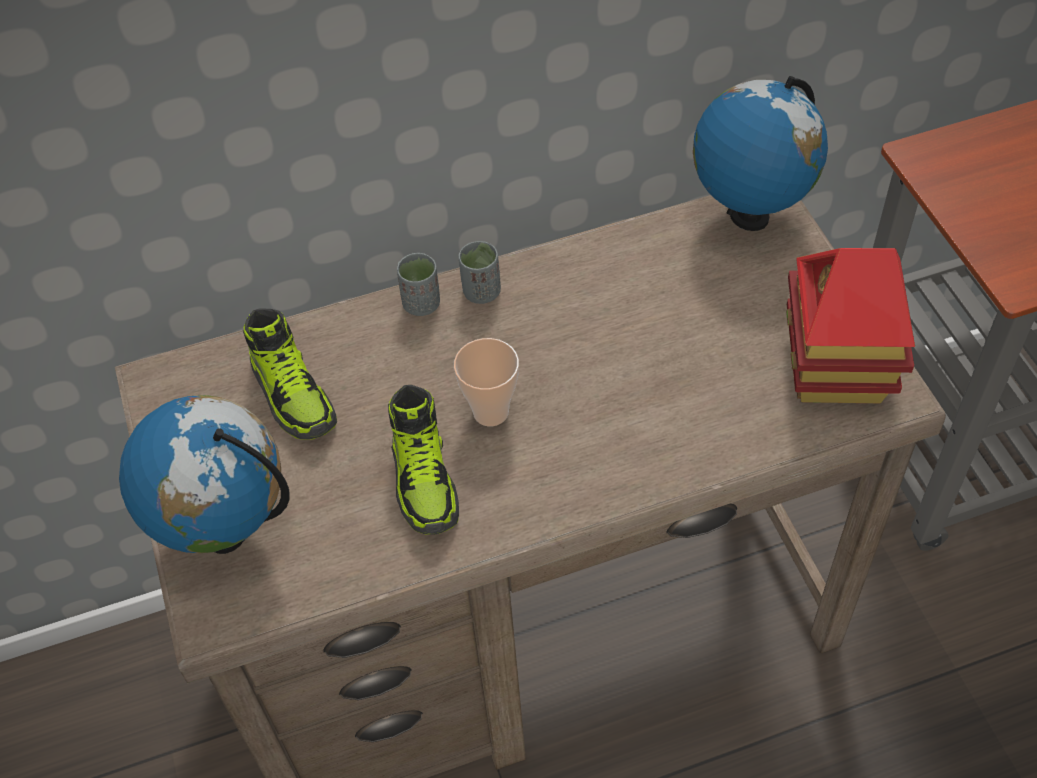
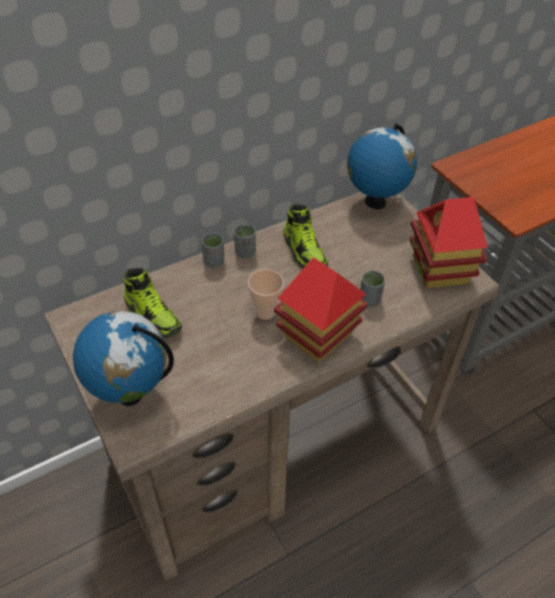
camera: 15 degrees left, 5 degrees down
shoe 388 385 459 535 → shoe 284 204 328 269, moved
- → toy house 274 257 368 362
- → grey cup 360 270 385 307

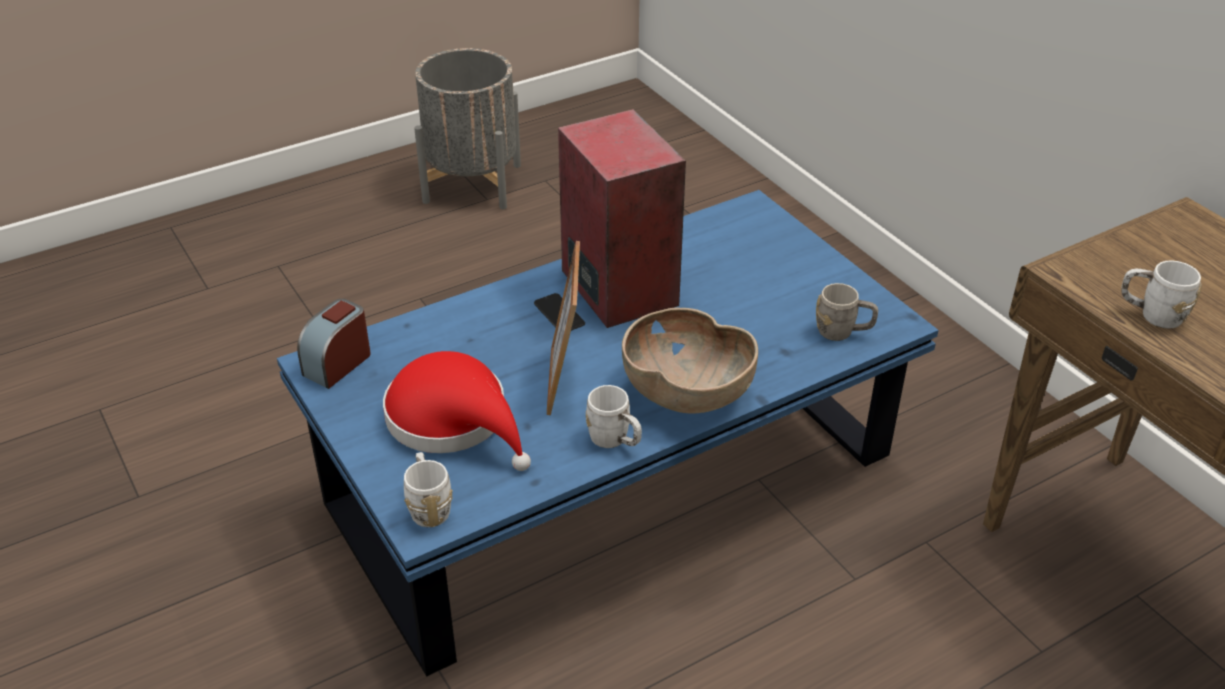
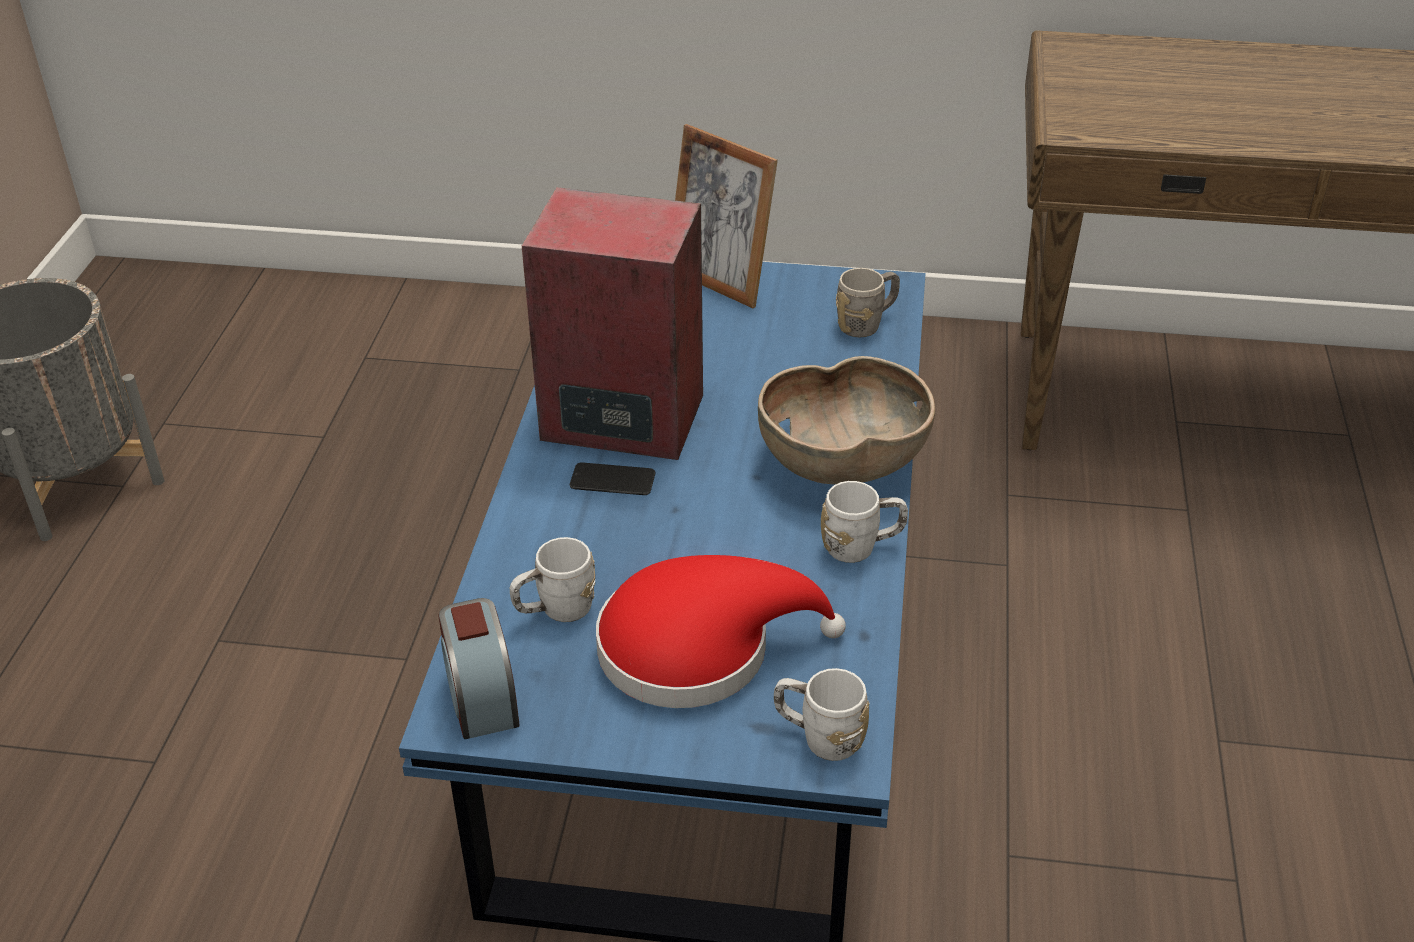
camera: 50 degrees left, 0 degrees up
picture frame 547 241 580 415 → picture frame 675 124 778 308, moved
white mug 1121 260 1202 329 → white mug 510 537 595 622, moved

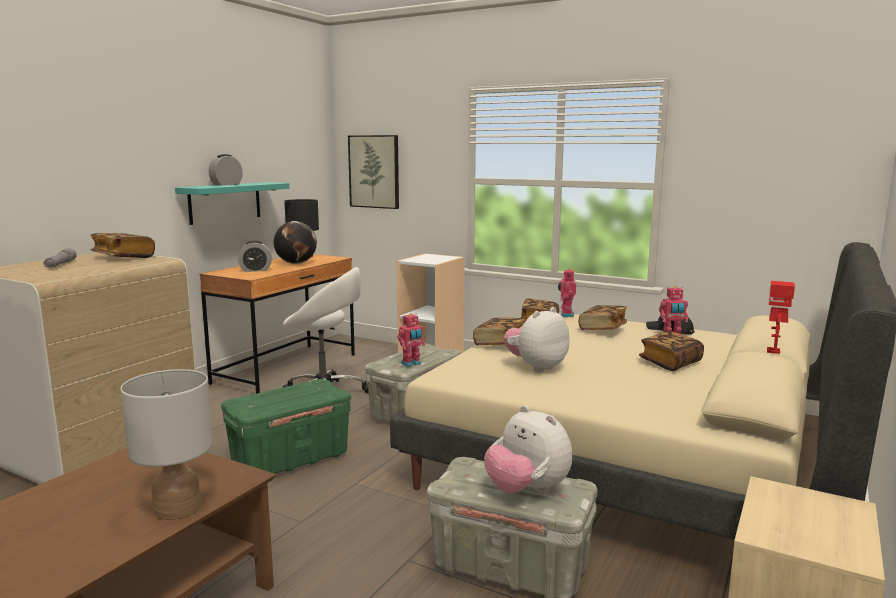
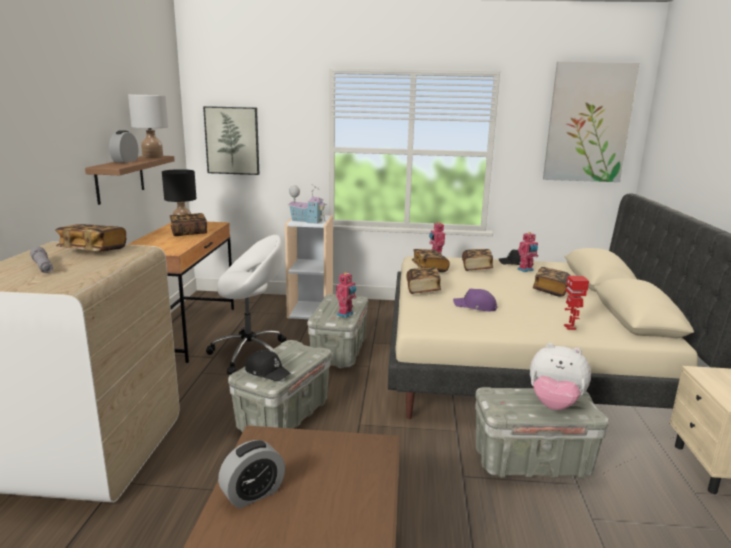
camera: 25 degrees left, 5 degrees up
grey table lamp 121 369 213 520 → grey table lamp 128 95 168 158, moved
turquoise shelf 175 182 289 225 → brown shelf 85 156 175 205
green storage box 221 379 351 474 → grey storage box 228 340 331 433
alarm clock 238 241 272 272 → alarm clock 218 440 285 508, moved
globe 274 221 317 264 → book 170 213 207 236
plush toy 503 307 569 373 → purple cap 453 289 498 311
toy robot 767 281 795 354 → toy robot 564 276 589 330, moved
- → black cap 245 350 291 381
- → toy house 288 184 327 224
- → picture 543 62 639 182

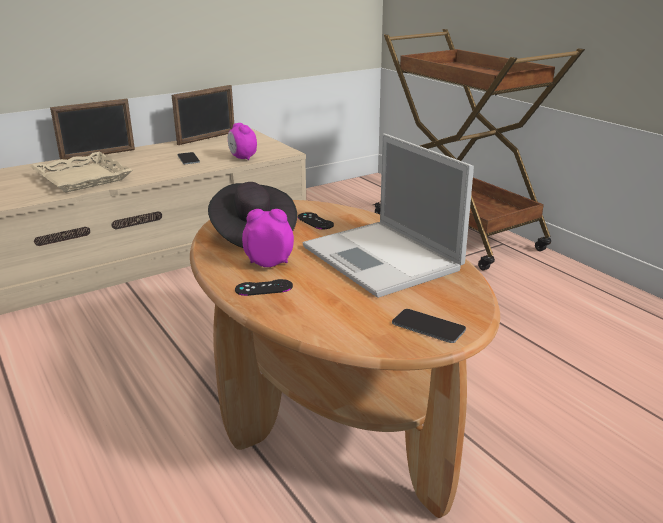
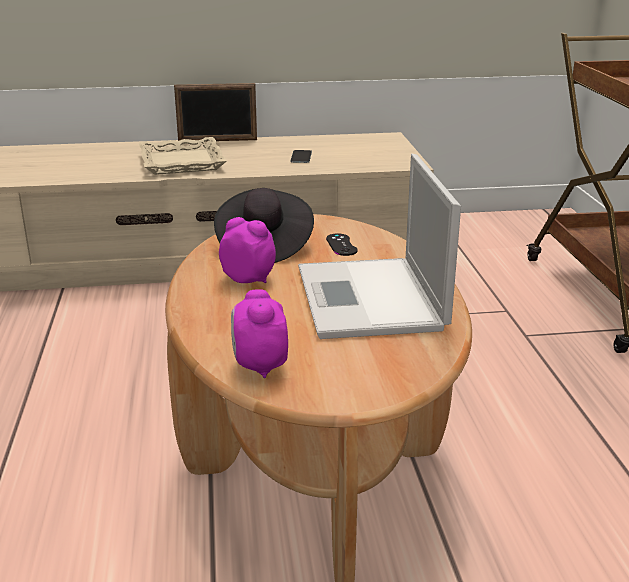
camera: 25 degrees right, 0 degrees up
picture frame 172 85 234 145 → -
alarm clock 228 123 257 160 → alarm clock 231 289 288 378, moved
black game controller 235 279 293 296 → -
phone 392 309 466 343 → -

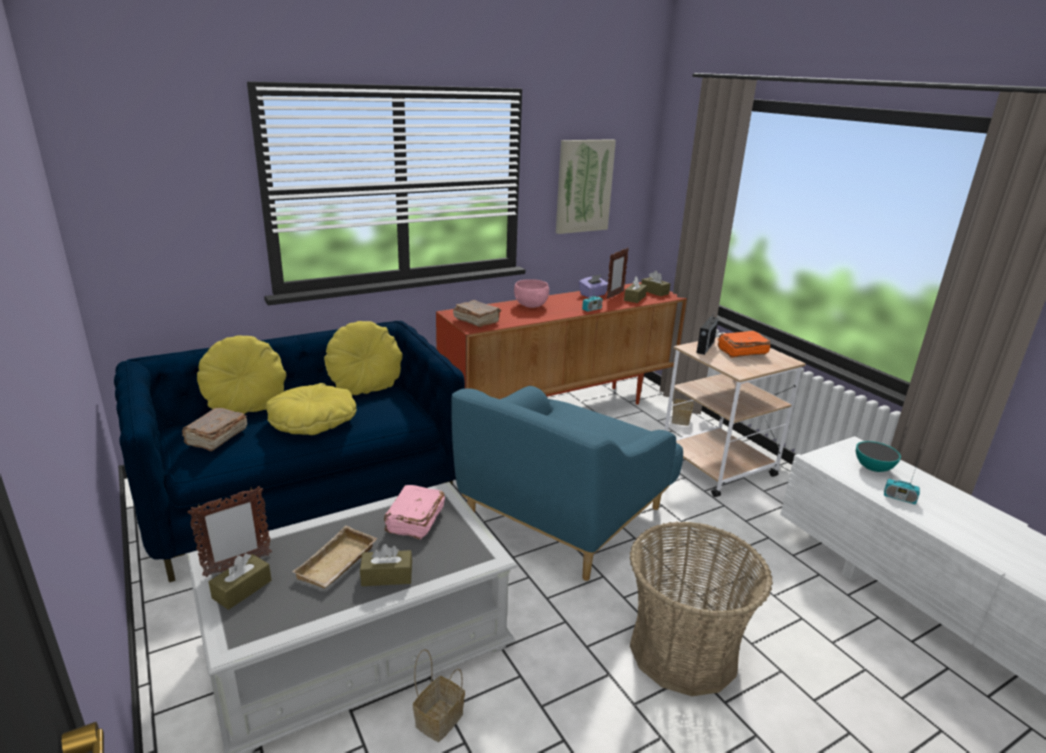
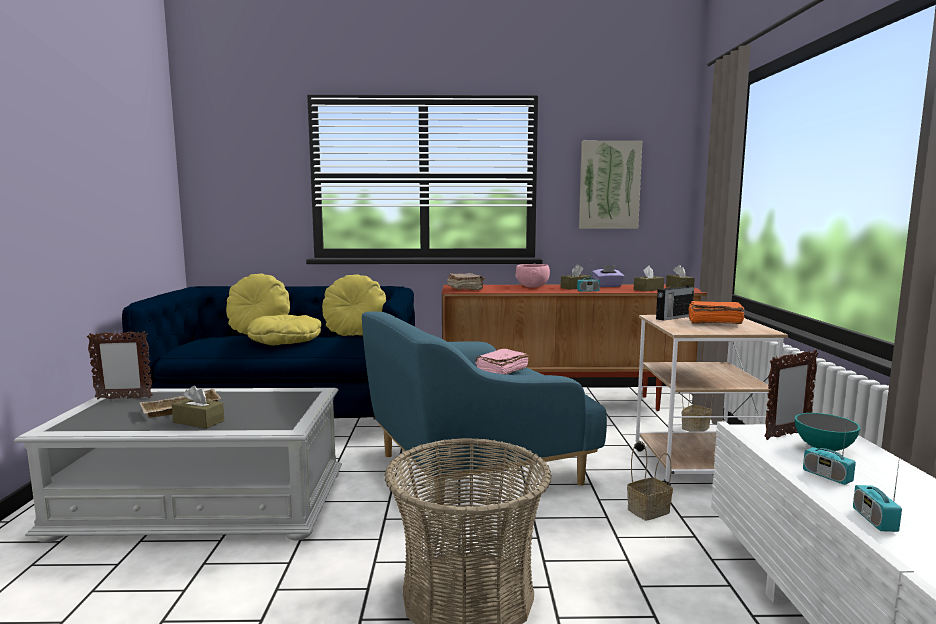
camera: 30 degrees right, 15 degrees down
brown book 182 408 247 451 → -
brown tissue box 209 553 272 610 → brown tissue box 561 264 592 290, moved
pink book 384 485 445 539 → pink book 475 349 528 375, moved
basket 413 649 465 742 → basket 627 441 673 521, moved
picture frame 606 247 629 299 → picture frame 764 350 818 440, moved
- → radio 853 455 902 532

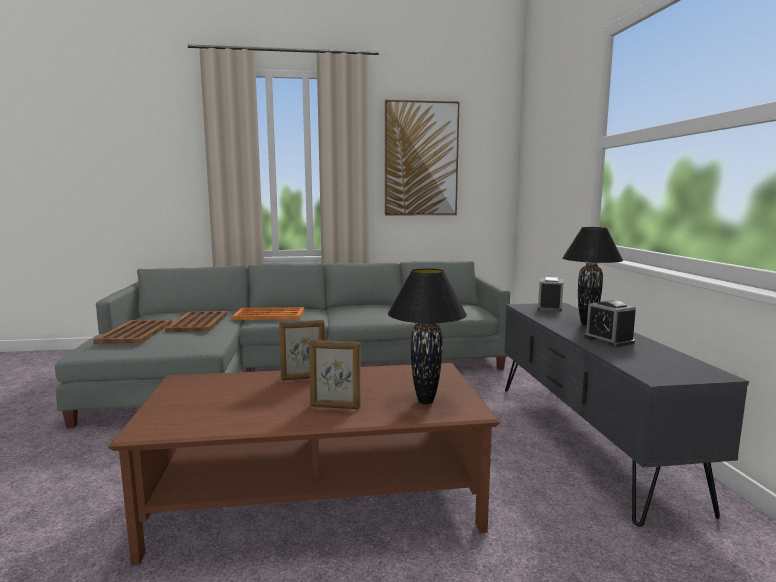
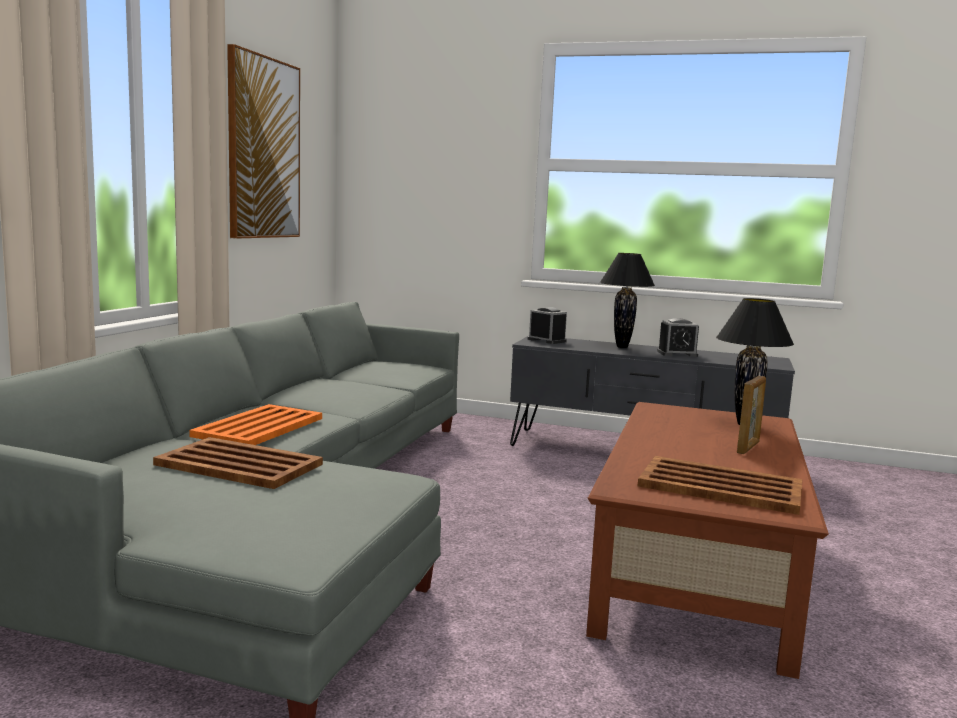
camera: 65 degrees left, 0 degrees up
brown tray 93 320 172 344 → brown tray 638 456 803 515, moved
picture frame 279 320 325 380 → -

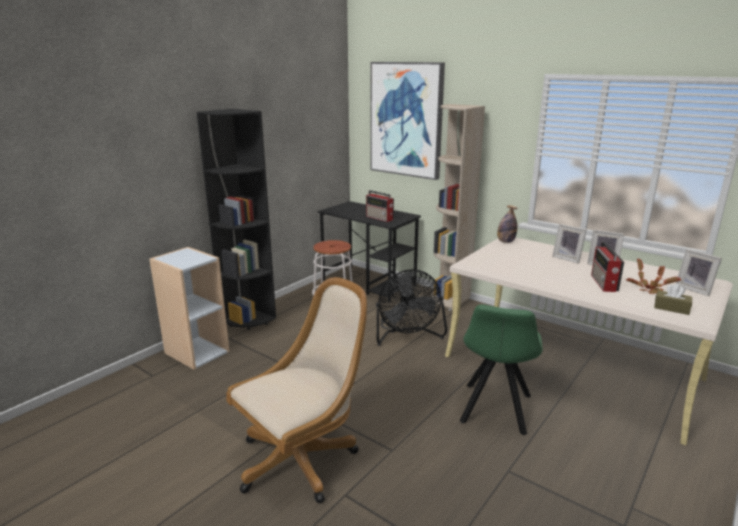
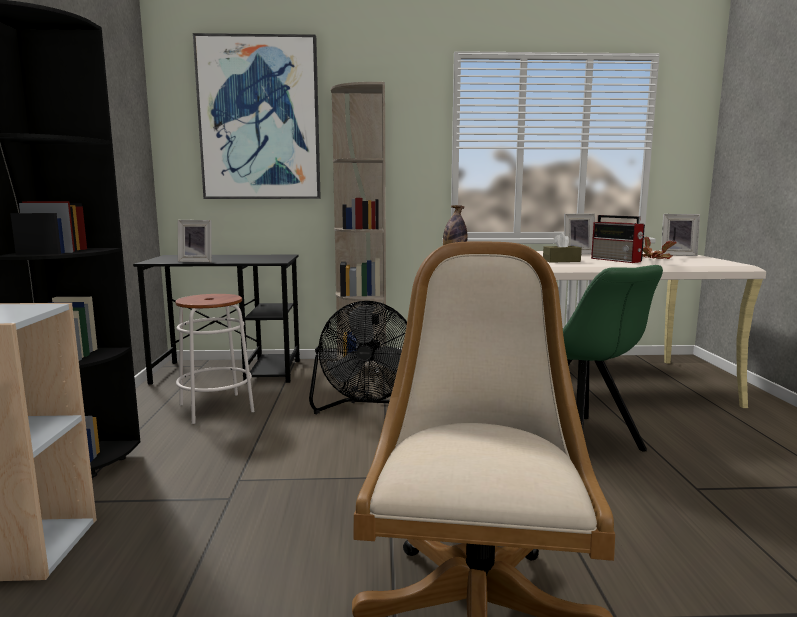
camera: 40 degrees left, 10 degrees down
radio 366 190 394 222 → -
black fan 376 269 447 346 → black fan 309 301 407 414, 60 degrees clockwise
picture frame 552 224 586 264 → picture frame 178 220 212 262, moved
brown tissue box 654 284 692 315 → brown tissue box 543 233 582 263, moved

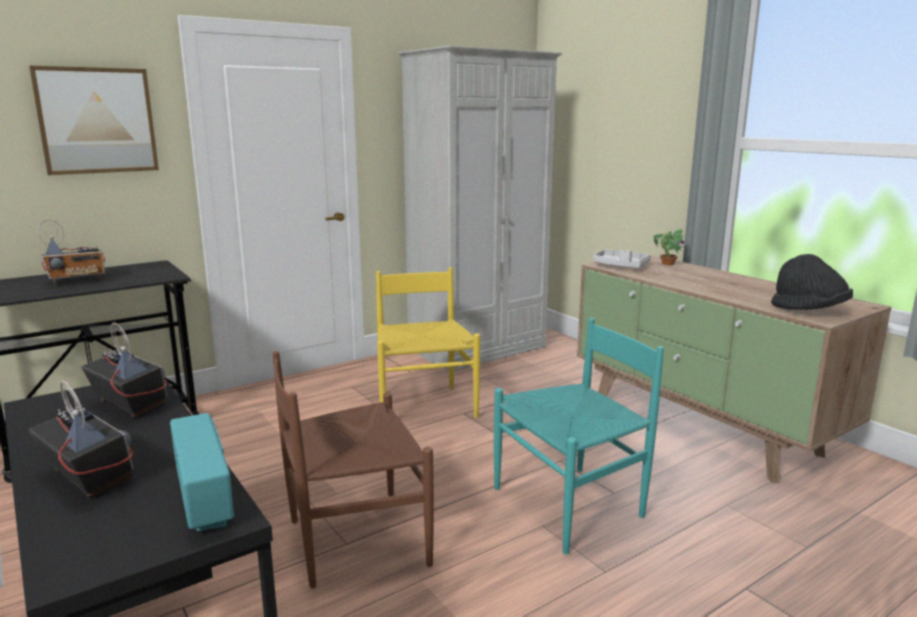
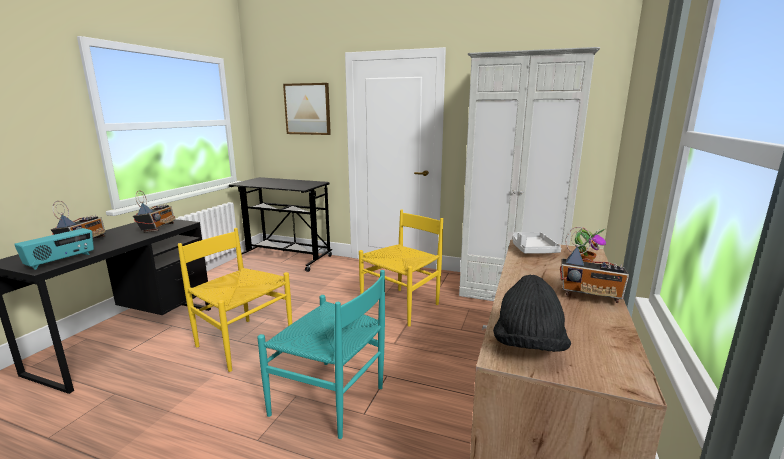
camera: 55 degrees right, 0 degrees up
radio 38 220 105 283 → radio 560 227 629 303, moved
brown chair 273 351 434 588 → yellow chair 178 228 292 372

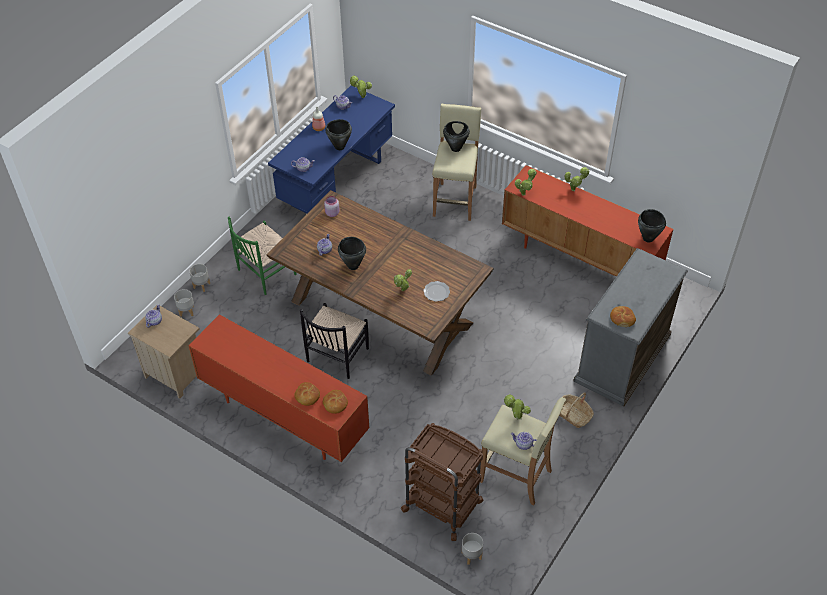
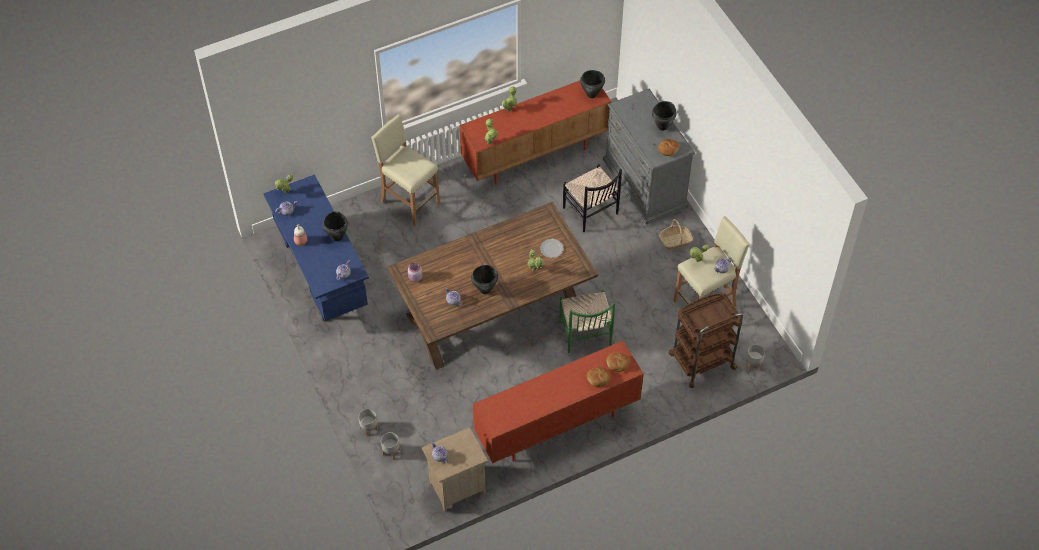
camera: 60 degrees left, 5 degrees up
green chair 228 216 297 295 → green chair 559 289 615 353, moved
black chair 300 303 369 379 → black chair 563 164 622 232, moved
black cooking pot 443 121 470 152 → black cooking pot 652 101 677 131, moved

